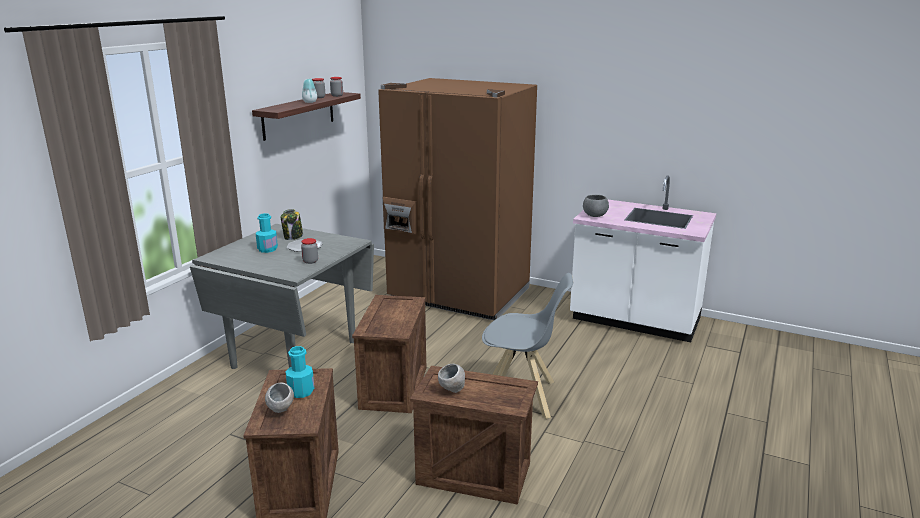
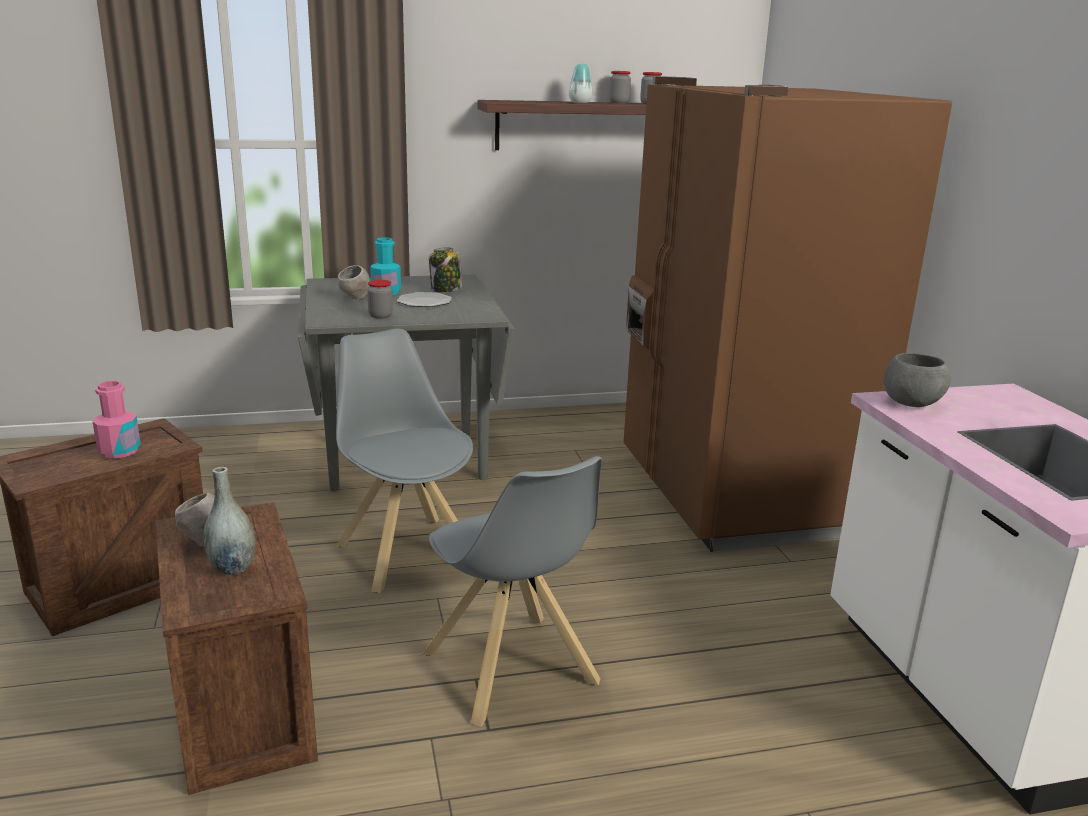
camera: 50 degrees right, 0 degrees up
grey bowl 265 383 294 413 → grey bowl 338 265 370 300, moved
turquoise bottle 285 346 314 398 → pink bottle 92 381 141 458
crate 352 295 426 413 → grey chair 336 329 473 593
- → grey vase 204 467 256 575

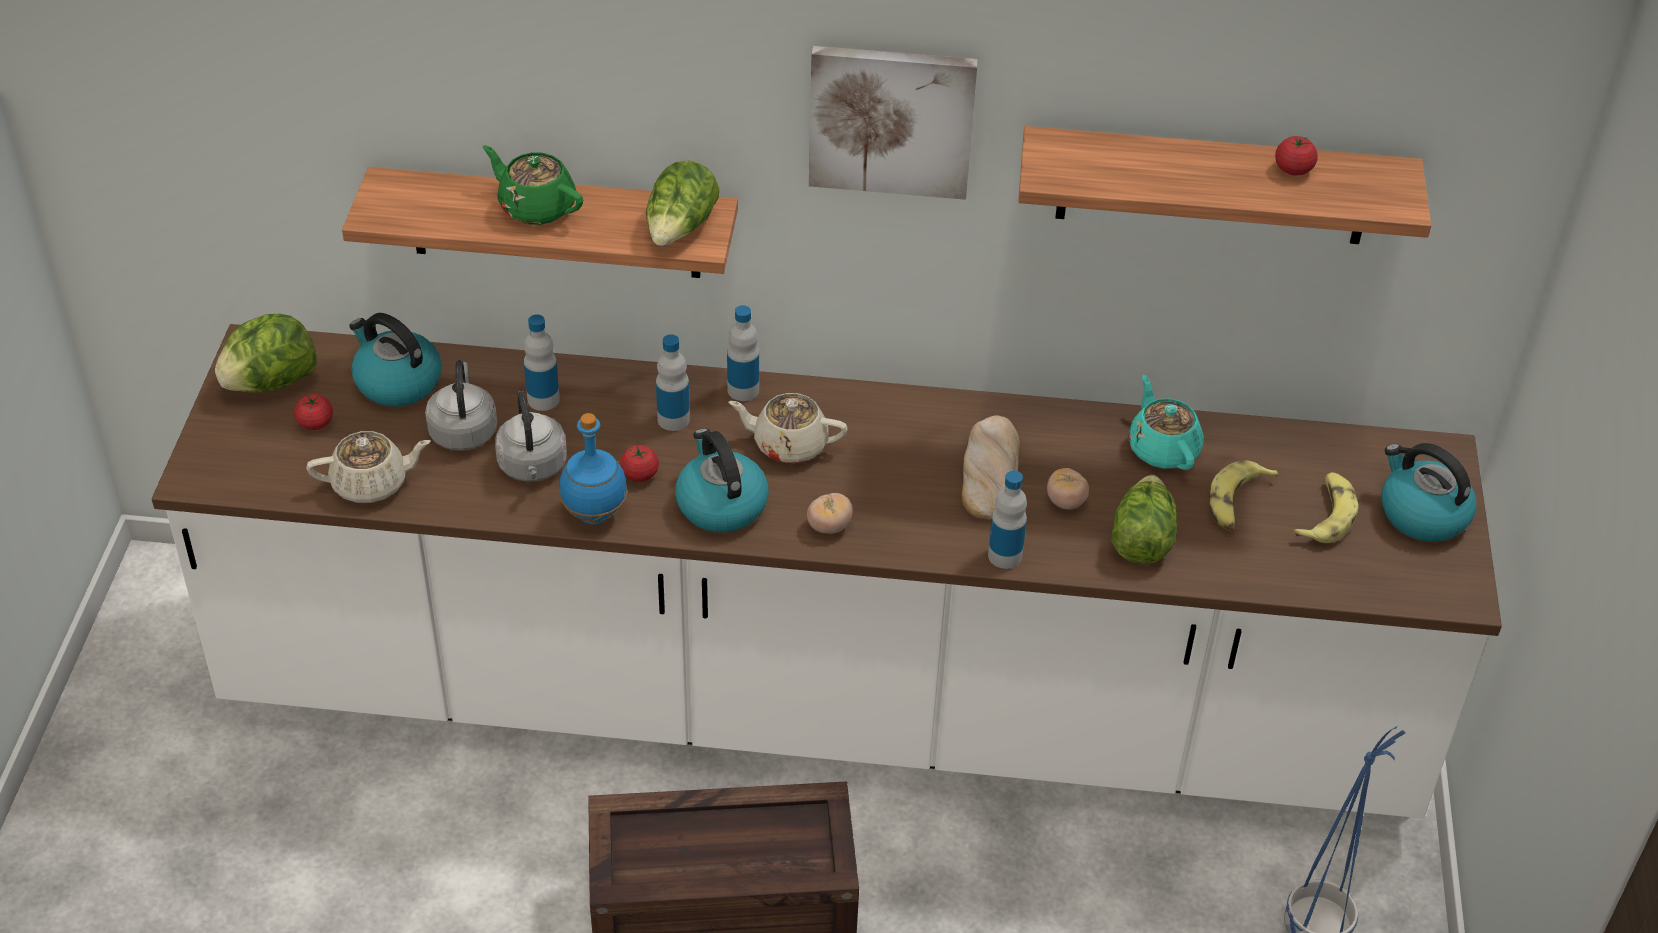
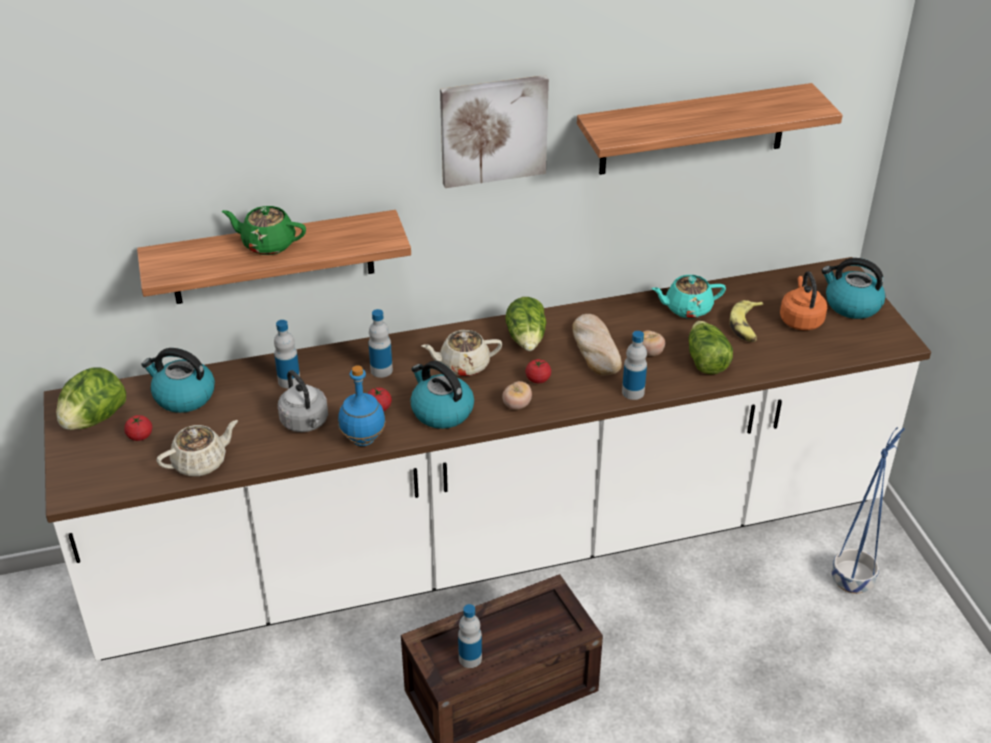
camera: 20 degrees left, 5 degrees down
grey kettle 425 360 497 451 → -
lettuce 646 161 720 246 → lettuce 505 297 547 351, moved
bottle 727 305 759 401 → bottle 458 604 482 668, moved
turquoise teapot 1128 375 1204 470 → turquoise teapot 651 275 726 319, 60 degrees counterclockwise
tomato 1275 136 1318 176 → tomato 525 359 551 383, moved
banana 1293 472 1359 543 → orange kettle 780 271 827 330

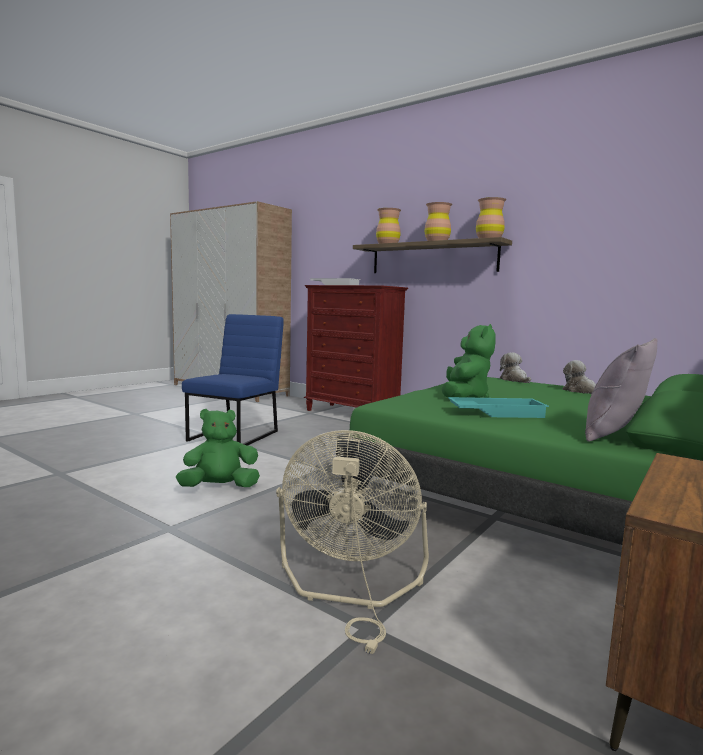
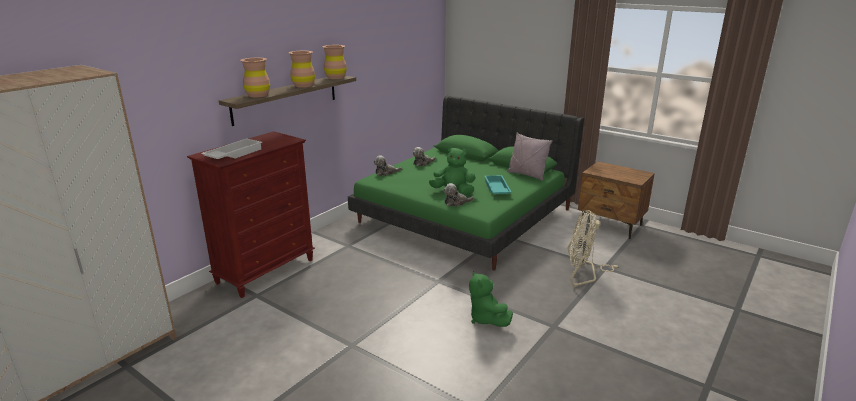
camera: 90 degrees left, 15 degrees up
blue chair 182 314 284 445 → -
- → plush toy 443 183 474 207

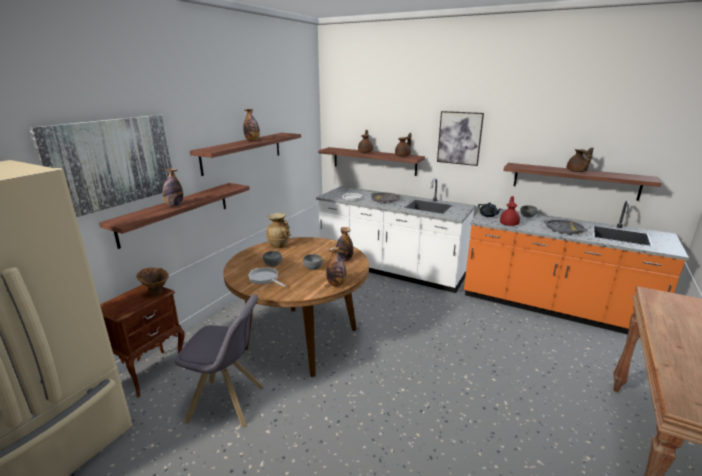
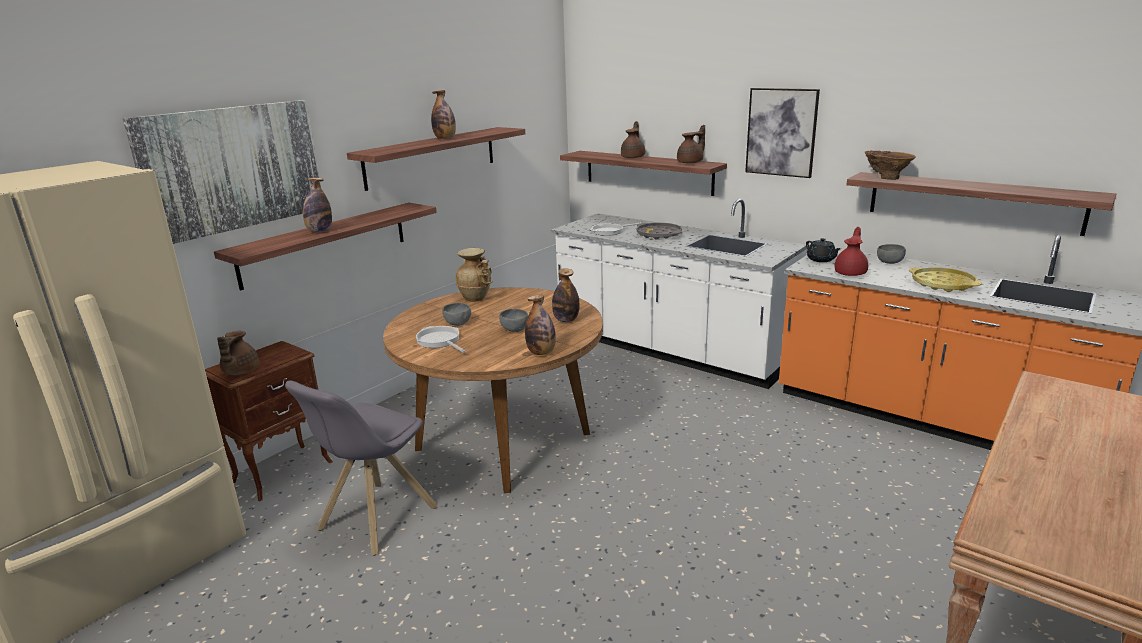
camera: 10 degrees right, 0 degrees up
brown vase 136 267 169 295 → brown vase 865 151 916 180, moved
grey chair 175 294 263 428 → grey chair 285 380 437 555, 105 degrees clockwise
grey tray 544 220 588 235 → yellow tray 909 267 982 292
brown teapot 567 148 593 172 → brown teapot 217 331 259 375, moved

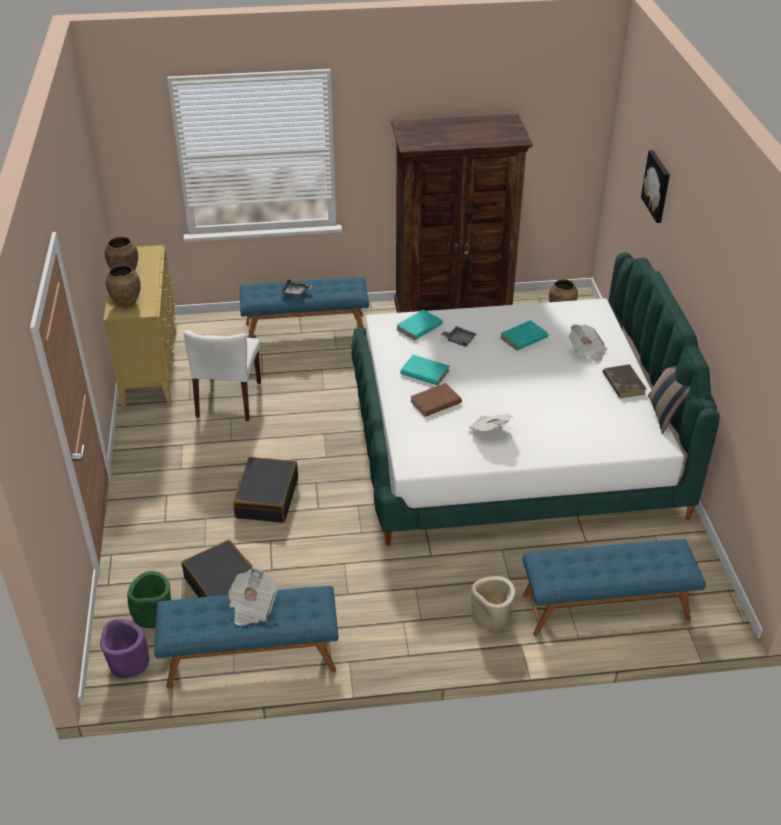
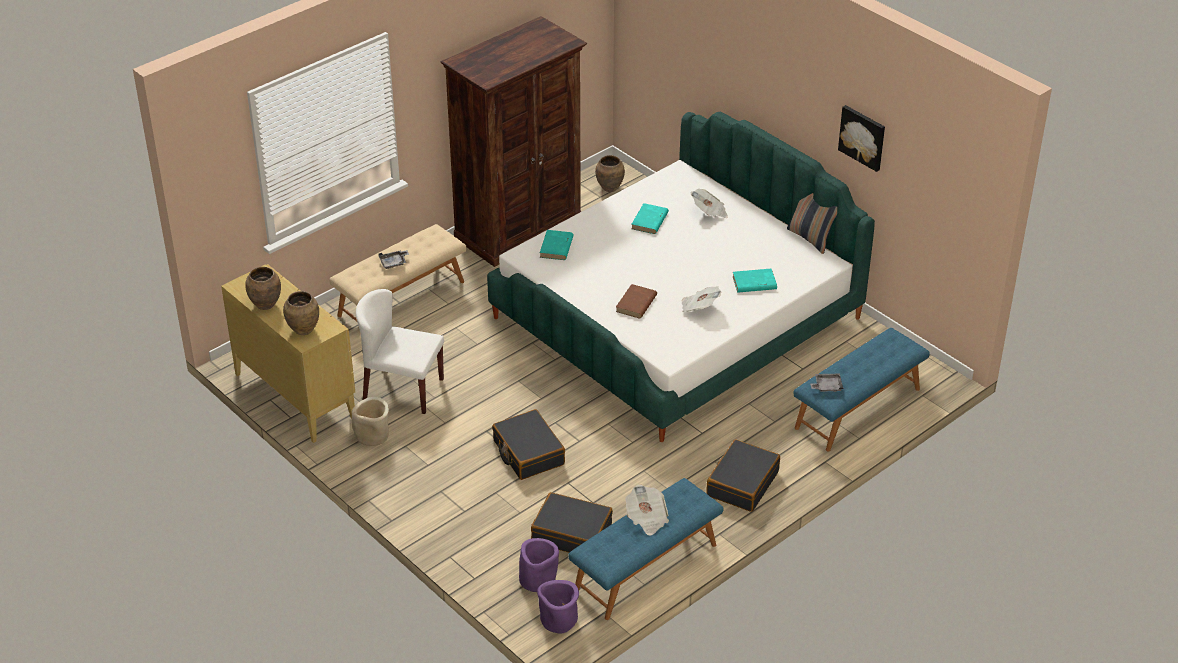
camera: 35 degrees left, 0 degrees up
green planter 127 571 171 628 → purple planter 519 538 559 592
white chair 184 330 261 421 → white chair 356 289 444 414, 135 degrees clockwise
blue bench 240 277 369 338 → beige bench 329 224 467 321
turquoise book 400 355 449 385 → turquoise book 733 269 777 293, moved
grey tray 441 326 477 347 → grey tray 810 374 843 392, moved
beige planter 471 576 515 632 → beige planter 352 397 389 446, moved
brown book 603 364 646 398 → -
picture 641 150 670 223 → picture 838 105 885 172, moved
- → black suitcase 706 439 780 512

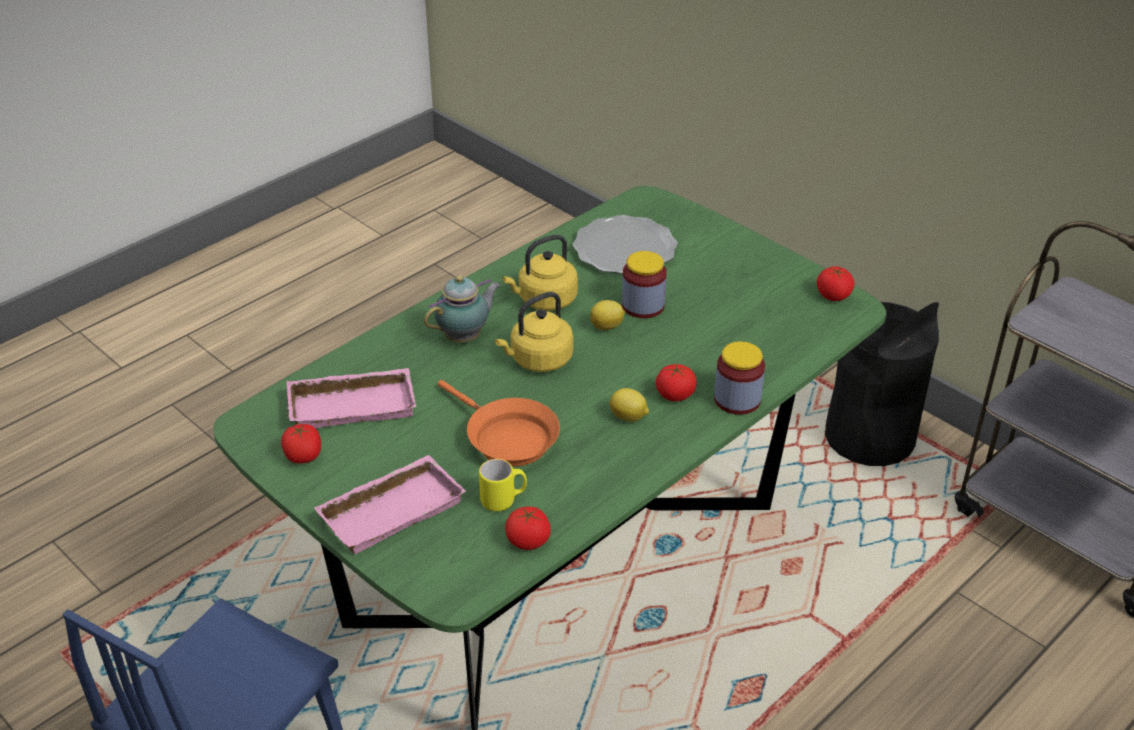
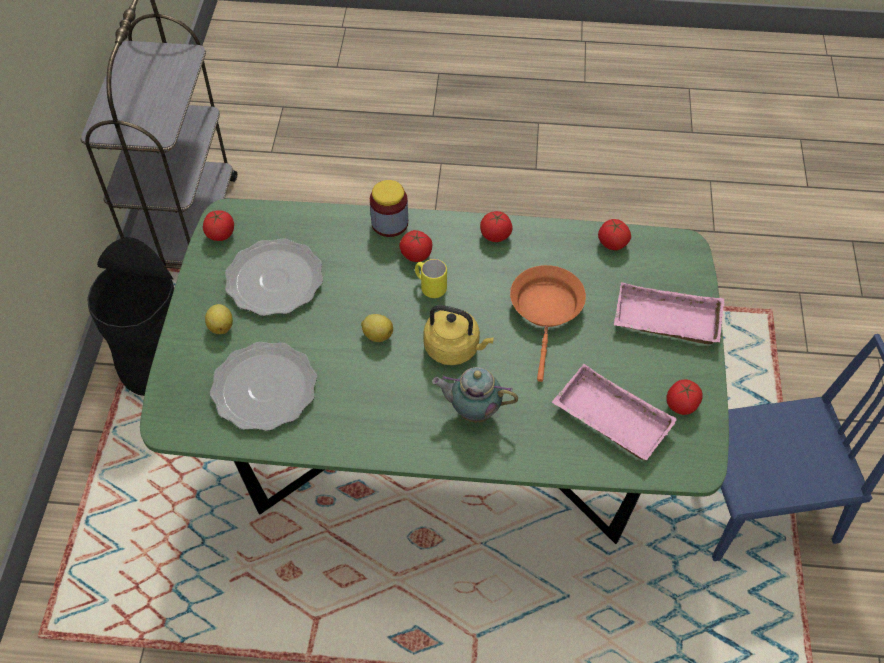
camera: 130 degrees left, 15 degrees up
yellow mug 479 459 527 512 → yellow mug 415 259 447 298, moved
yellow kettle 503 235 578 311 → -
lemon 610 388 649 422 → lemon 205 304 233 334, moved
jar 622 251 667 318 → -
- → plate 225 238 323 316
- → tomato 480 211 512 242

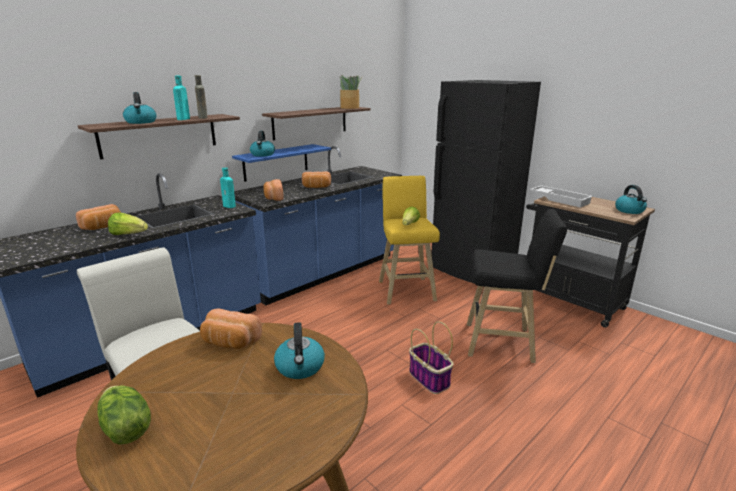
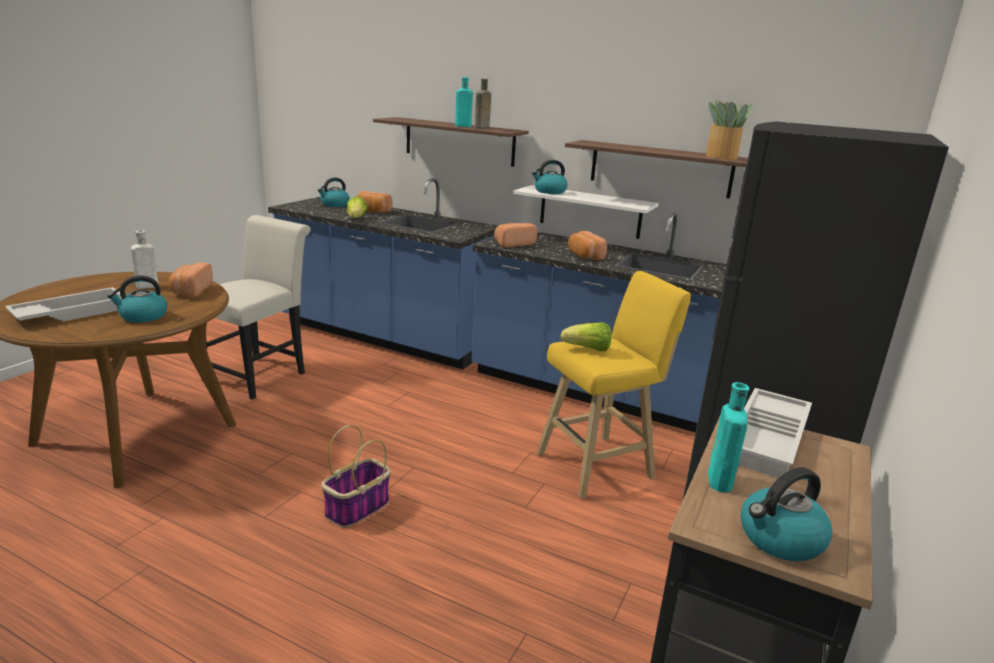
camera: 70 degrees right, 0 degrees up
lettuce 97 385 151 445 → -
kettle 123 92 156 124 → kettle 318 177 350 207, moved
turquoise bottle 220 168 236 208 → turquoise bottle 708 382 749 492, moved
blue shelf 232 144 331 182 → white shelf 513 185 659 239
black stool 467 209 567 363 → -
- → white tray 5 287 121 321
- → white bottle 131 230 159 289

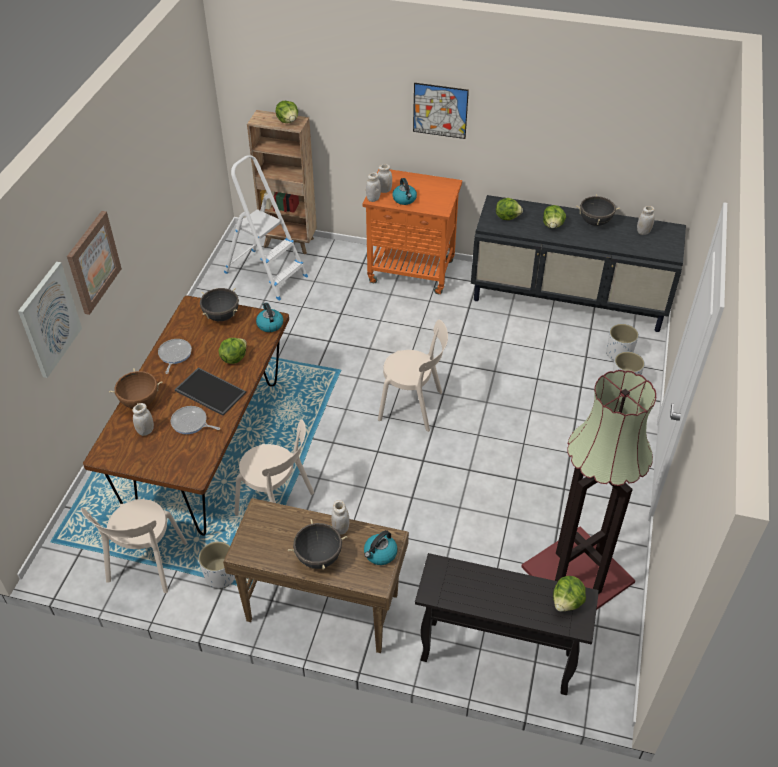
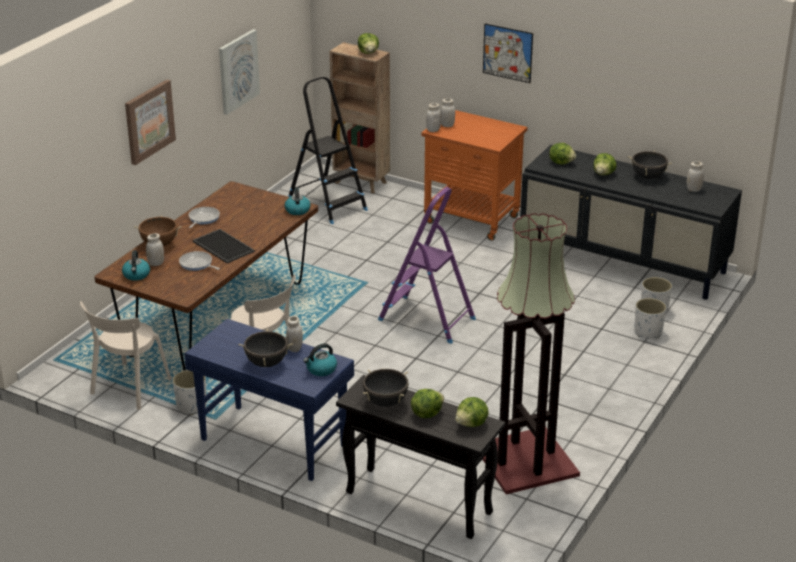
camera: 15 degrees right, 15 degrees down
picture 18 262 82 378 → picture 219 29 260 115, moved
black cooking pot 200 288 239 321 → black cooking pot 363 369 409 407, moved
lettuce 218 338 247 364 → lettuce 411 389 444 418, moved
brown console table 223 498 409 653 → blue console table 184 319 354 481
white step ladder 224 156 308 300 → black step ladder 288 77 368 224
beige chair 378 320 448 432 → purple step ladder 378 187 476 344
kettle 393 178 417 205 → kettle 122 250 150 281, moved

